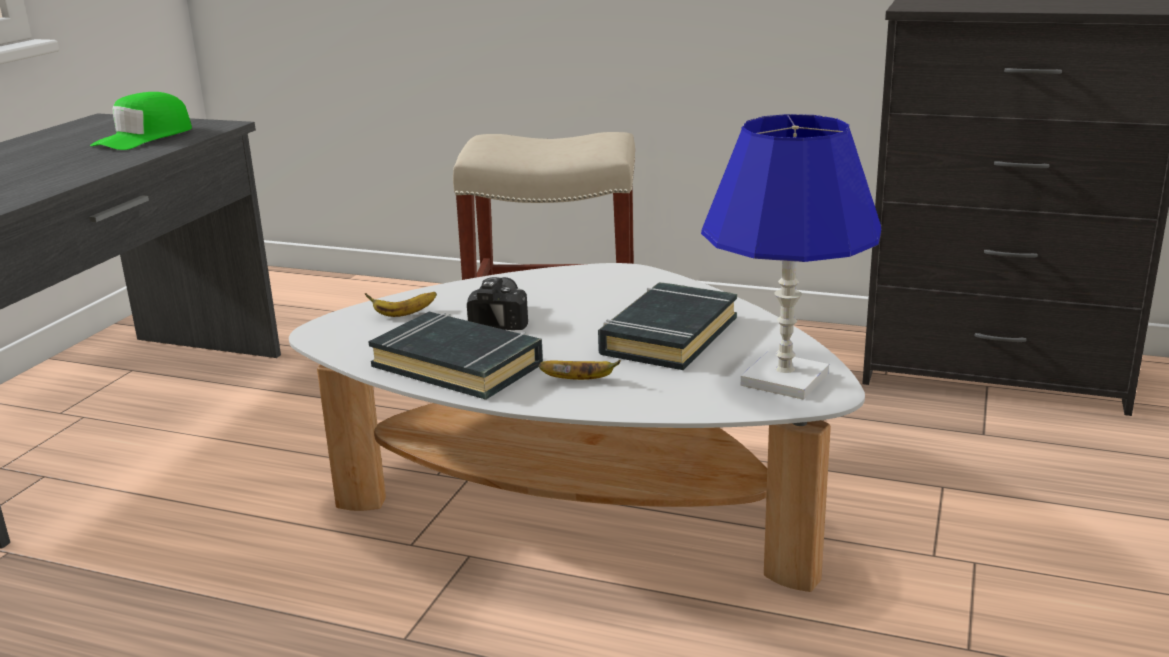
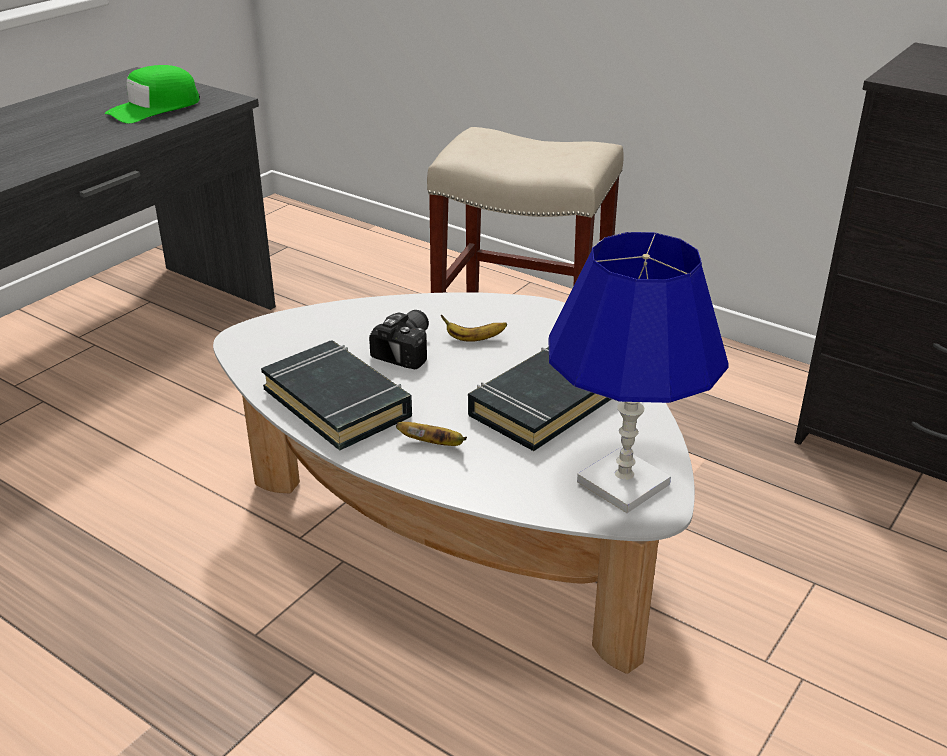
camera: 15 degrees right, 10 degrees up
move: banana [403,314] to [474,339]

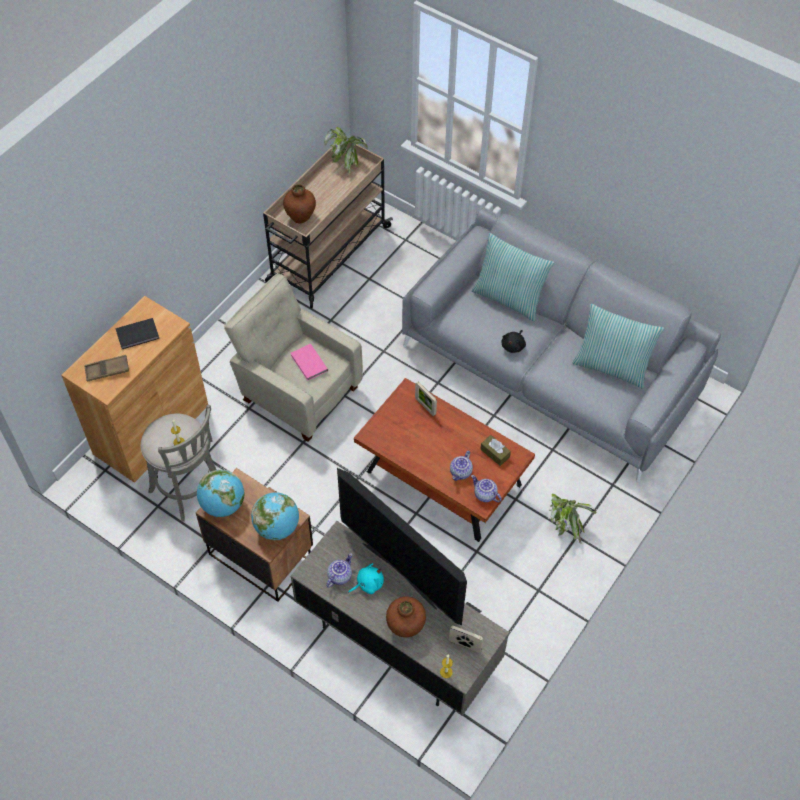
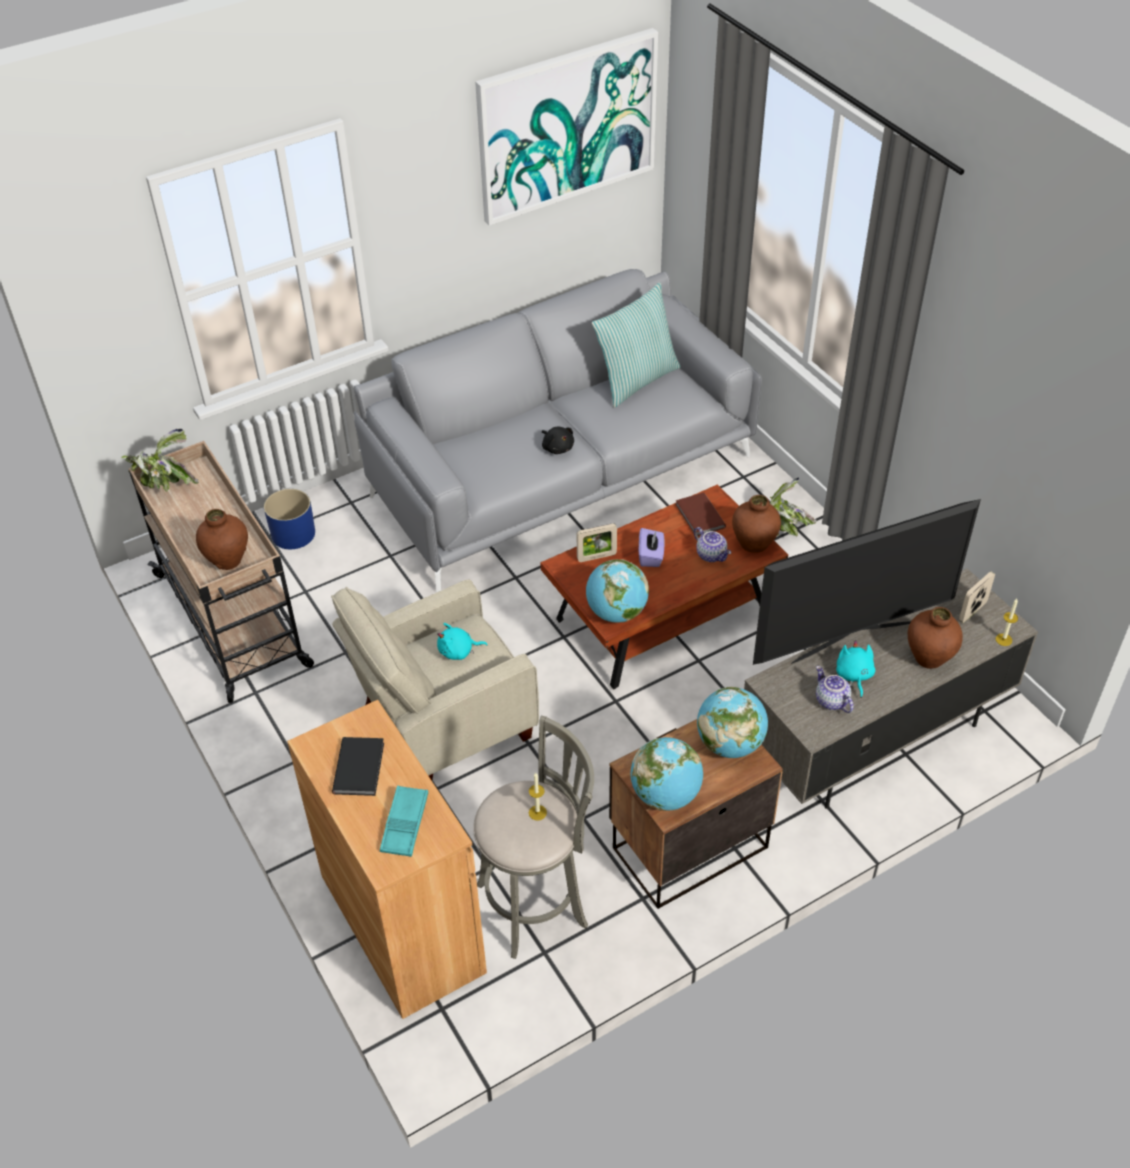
camera: 65 degrees left, 10 degrees down
delete: pillow [509,298]
insert: planter in blue [293,534]; picture [567,125]; globe [616,613]; tissue box in purple [651,556]
replace: book in pink [308,363] to plush toy in turquoise [458,651]; tissue box in brown [495,453] to book in brown [699,517]; teapot [484,495] to vase in brown [754,544]
recolor: tray in brown [107,370] to tray in turquoise [405,824]

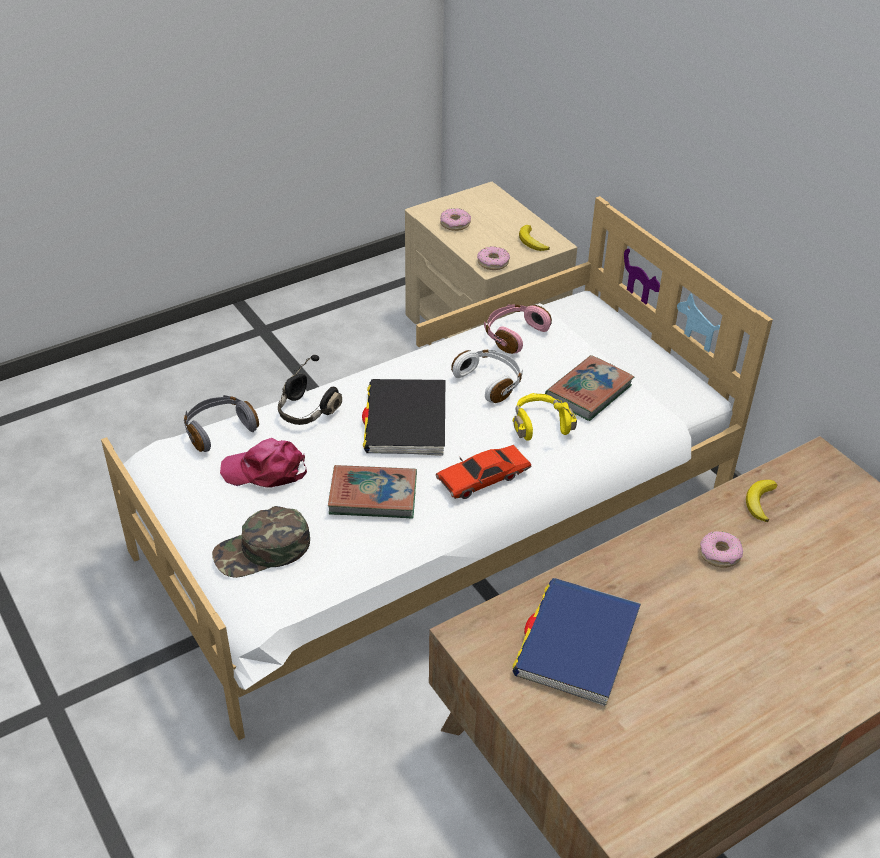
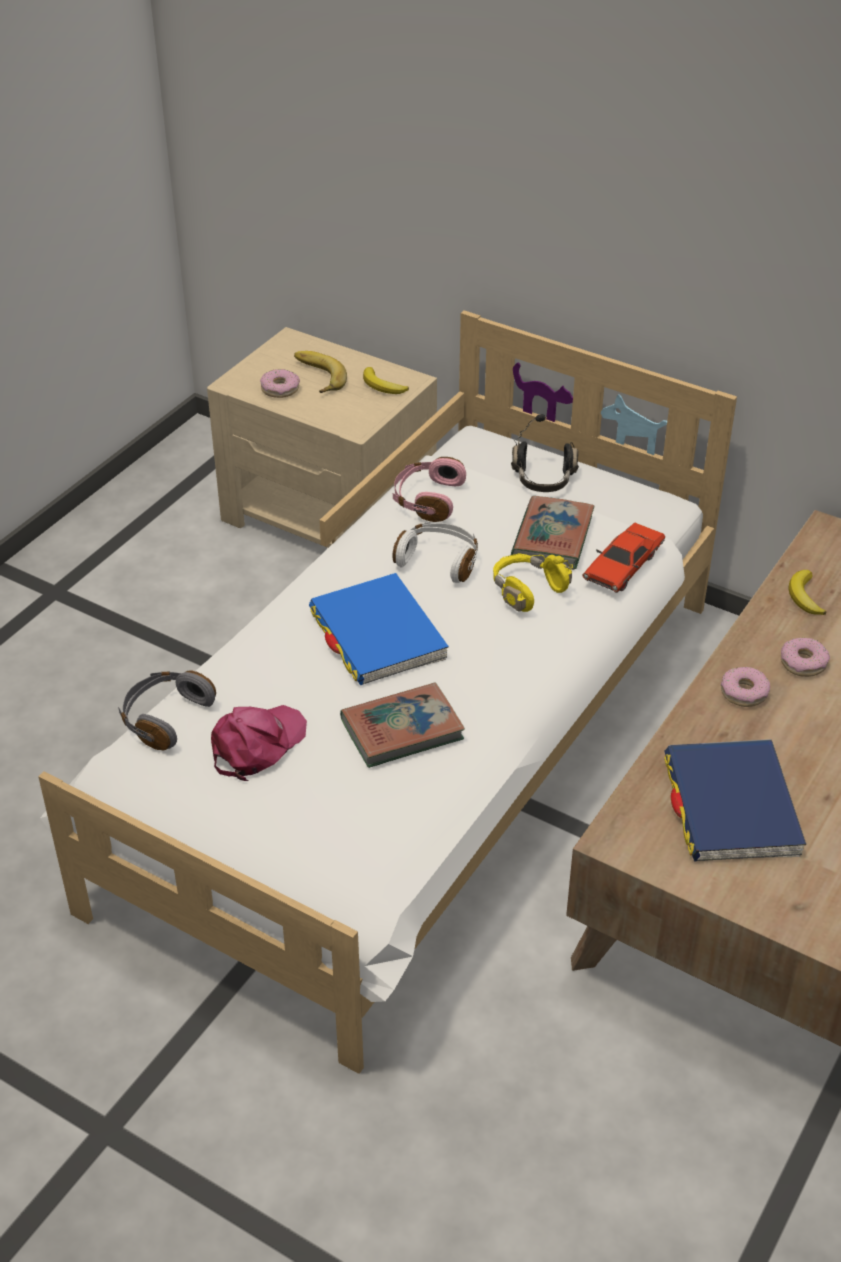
camera: 25 degrees left, 0 degrees up
delete: cap in green [262,551]
insert: banana [316,377]
move: headphones in black [306,411] to [543,479]; toy car in red [483,479] to [623,566]; donut [493,262] to [743,692]
recolor: book in black [406,421] to book in blue [377,635]
rotate: cap in pink [265,470] = [257,745] 150 degrees clockwise

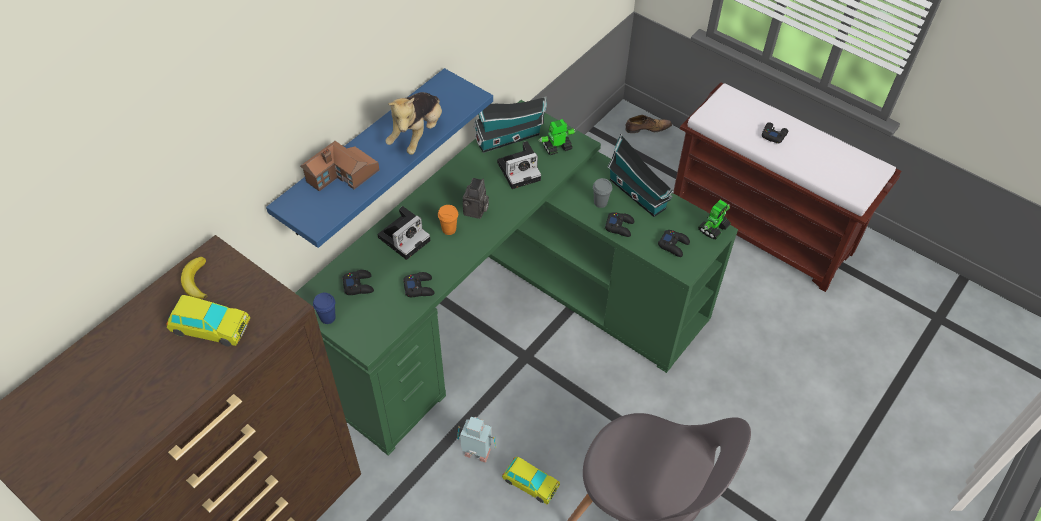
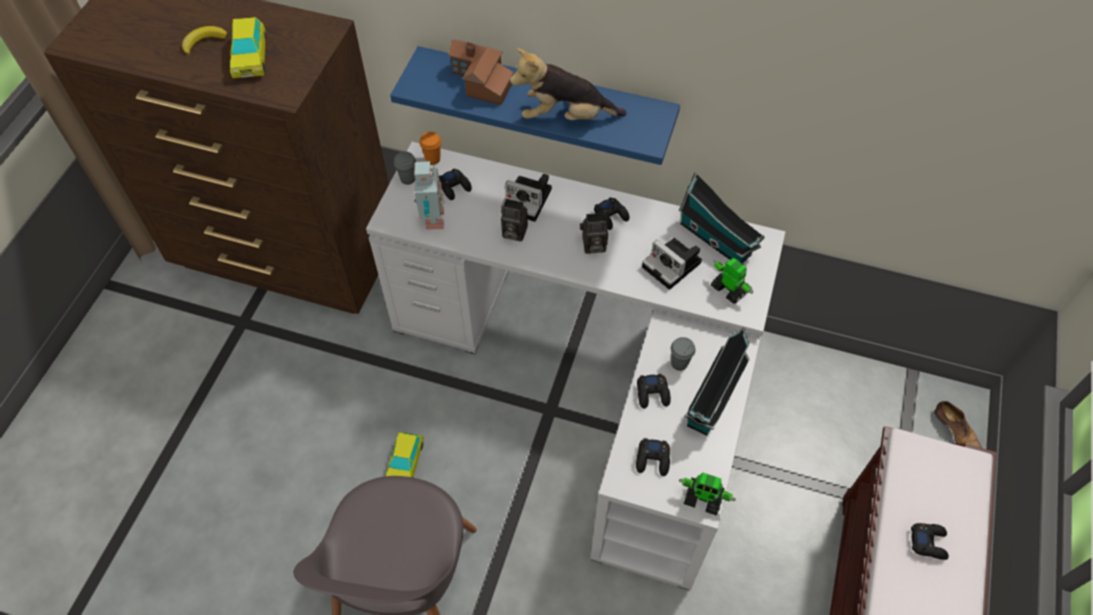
camera: 70 degrees right, 5 degrees up
insert: photo camera [513,232]
move: banana [195,281] to [204,41]; toy robot [477,455] to [432,220]; cup in orange [449,229] to [433,159]; game controller in black [419,287] to [611,216]
recolor: desk in green [510,314] to desk in white [596,376]; cup in blue [328,318] to cup in grey [408,179]

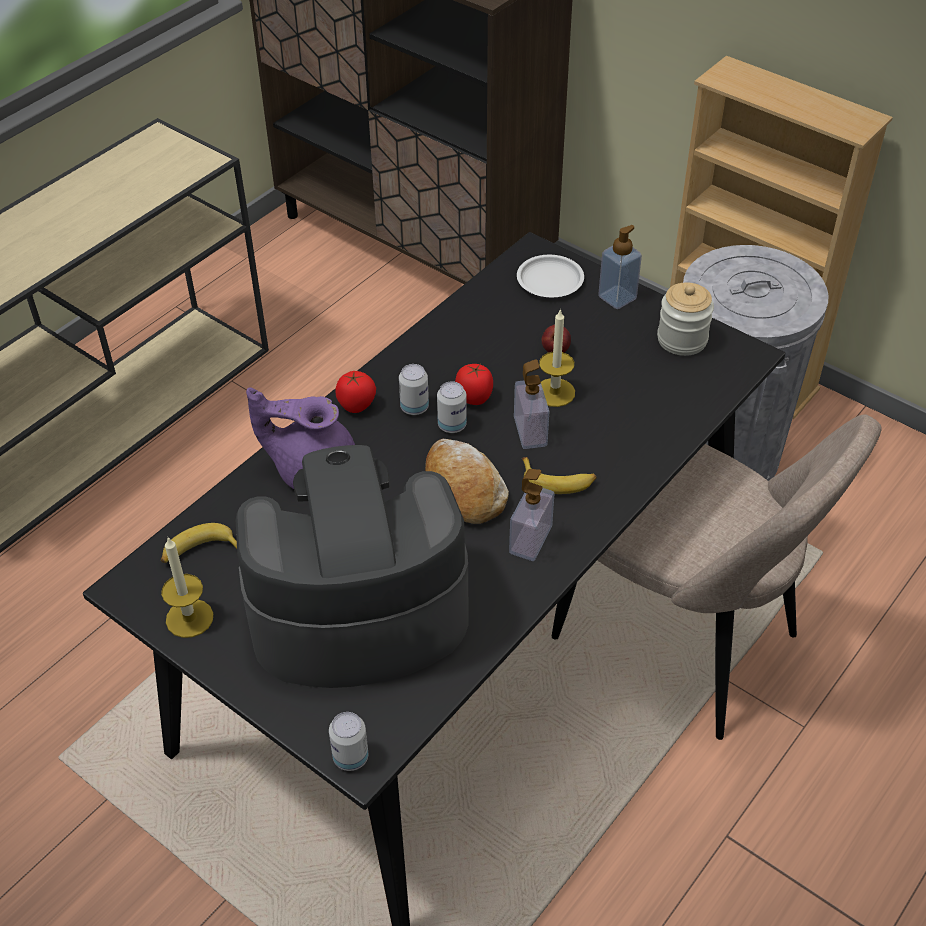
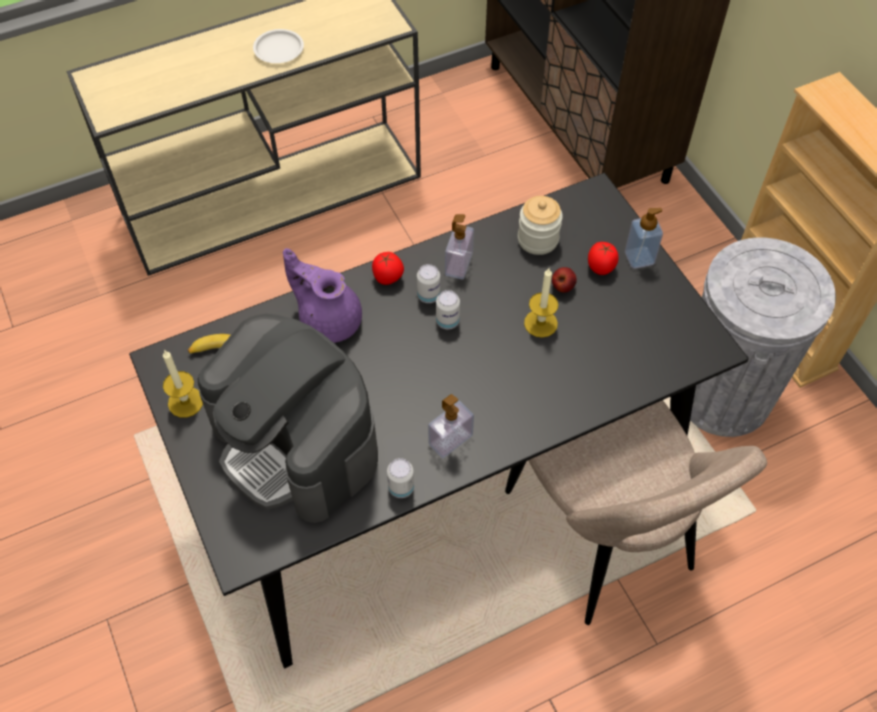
camera: 25 degrees right, 10 degrees up
delete: bread [463,490]; banana [558,481]
move: plate in white [550,281] to [279,50]; can [350,757] to [401,488]; soap dispenser [530,431] to [459,264]; jar [682,339] to [538,239]; tomato [474,398] to [600,267]
rotate: coffee machine [356,611] = [297,445] 150 degrees counterclockwise

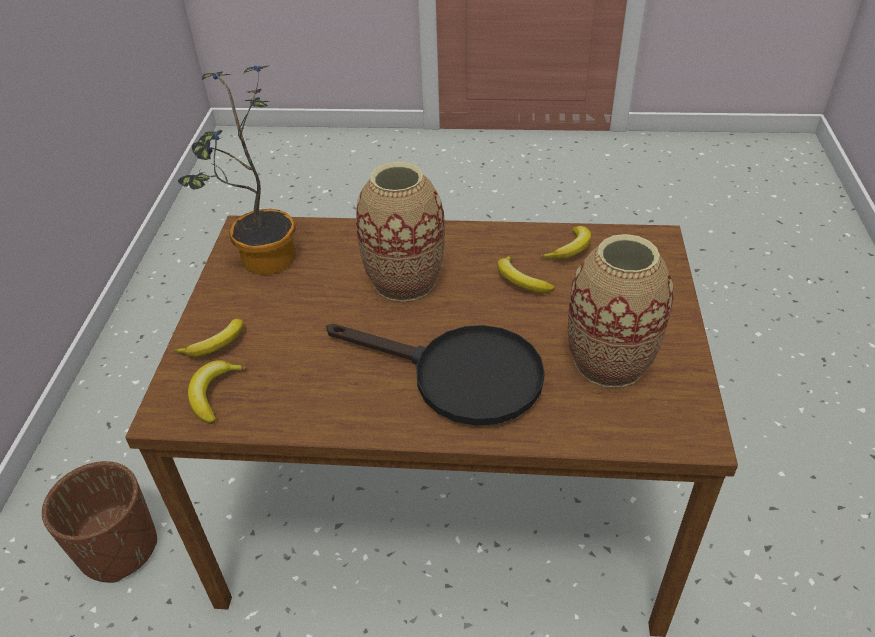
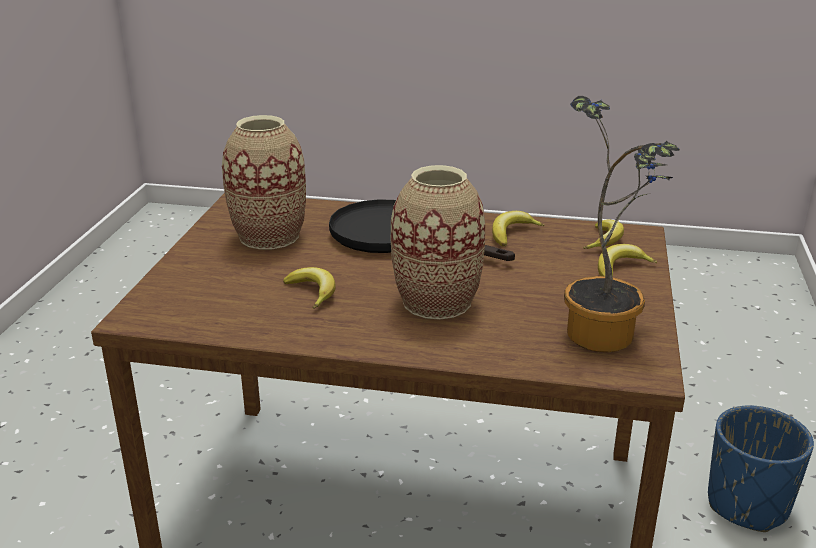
camera: 175 degrees left, 15 degrees down
move: banana [570,249] to [512,233]
recolor: planter in brown [119,548] to planter in blue [748,505]

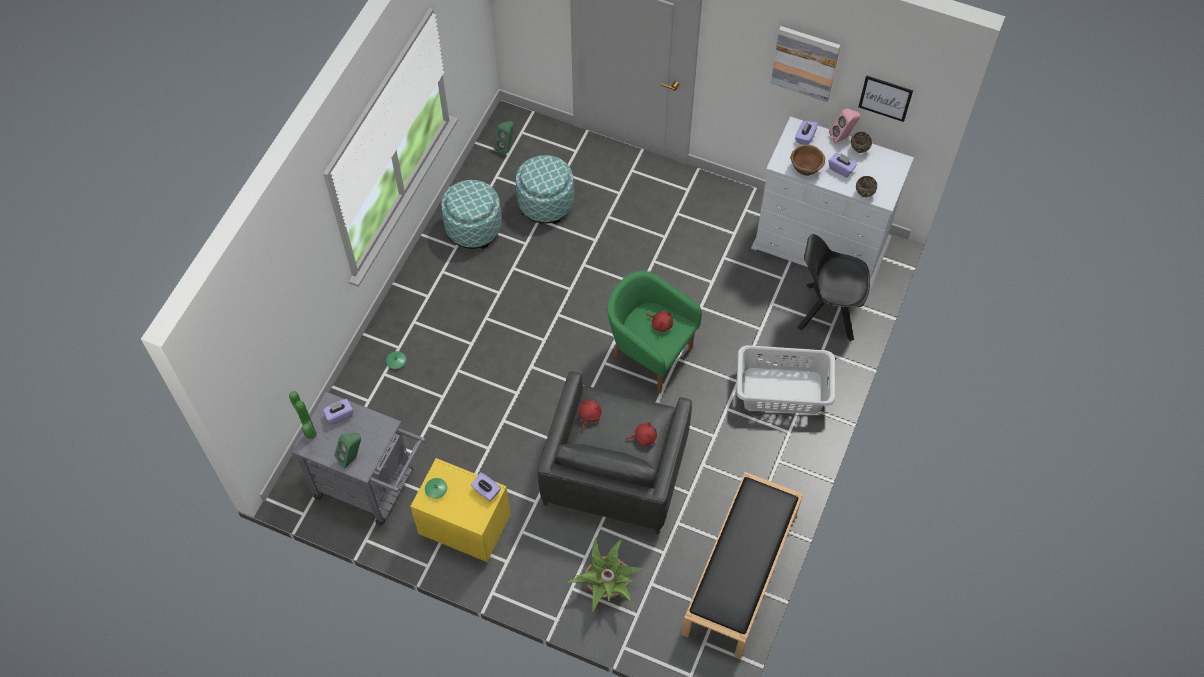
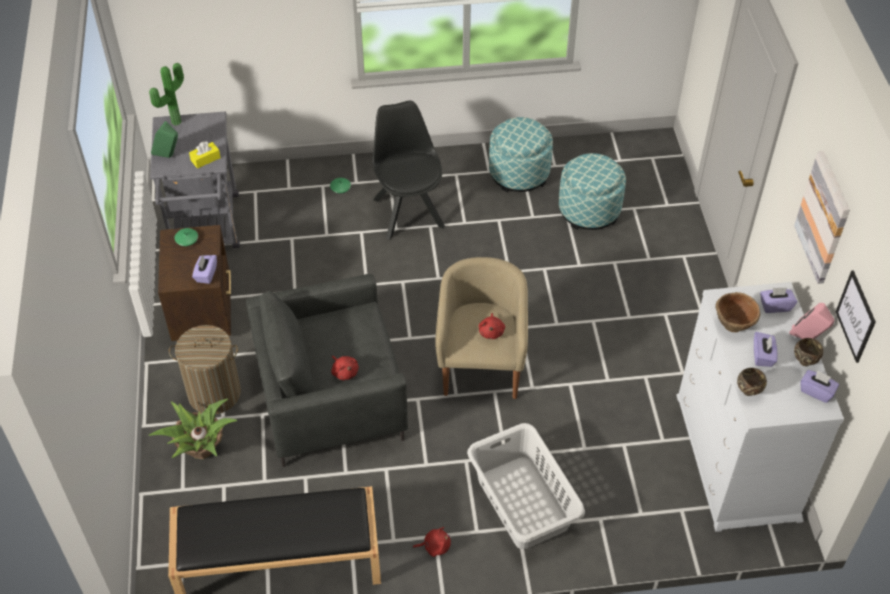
camera: 60 degrees right, 10 degrees down
delete: speaker in green [506,147]
insert: laundry basket [214,393]; tissue box in yellow [205,159]
move: chair in black [827,311] to [408,211]; plush toy in red [589,416] to [435,546]; tissue box in purple [339,415] to [816,391]
recolor: nightstand in yellow [464,525] to nightstand in brown [204,311]; armchair in green [649,355] to armchair in beige [481,366]

